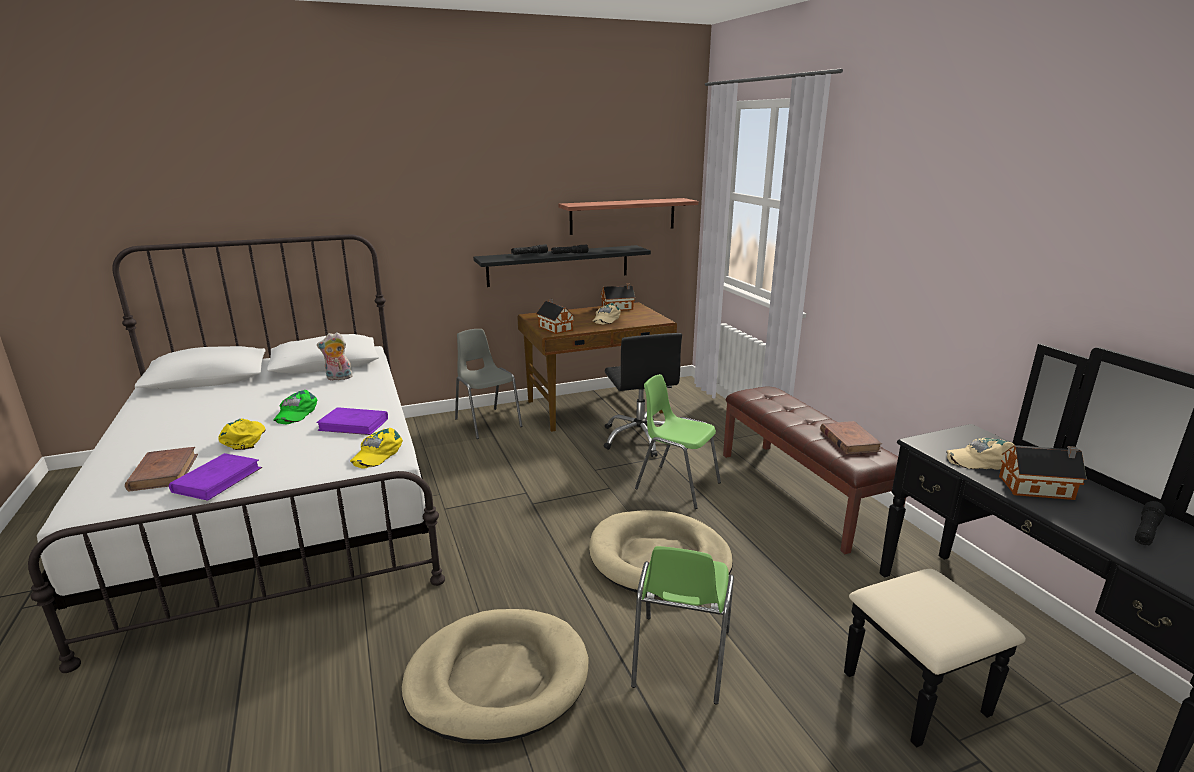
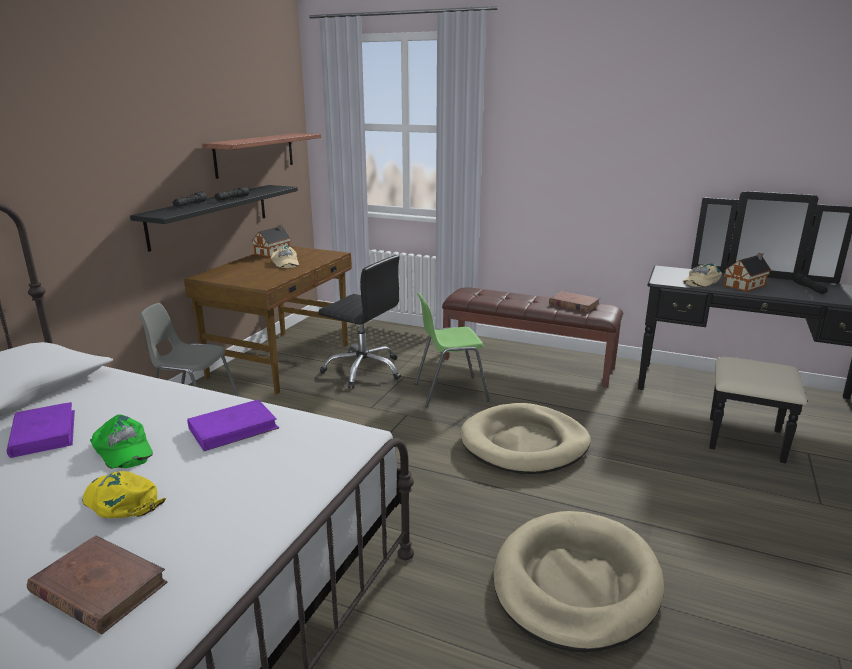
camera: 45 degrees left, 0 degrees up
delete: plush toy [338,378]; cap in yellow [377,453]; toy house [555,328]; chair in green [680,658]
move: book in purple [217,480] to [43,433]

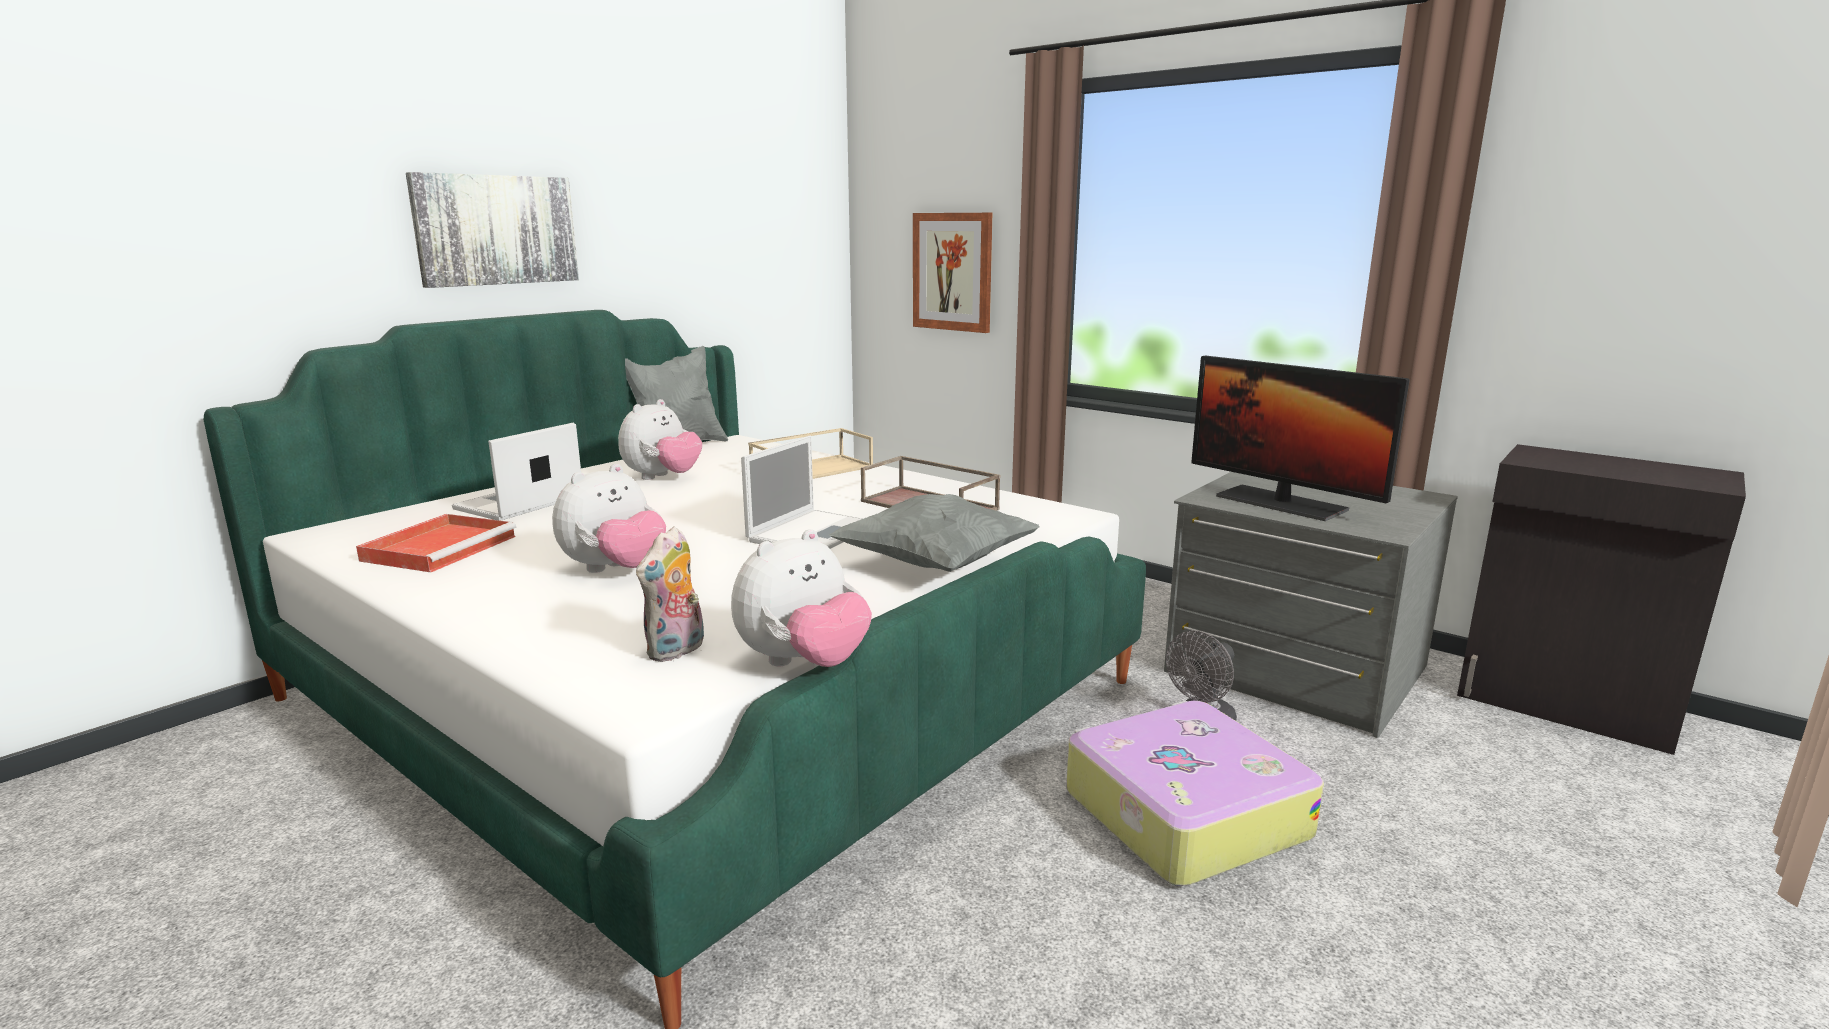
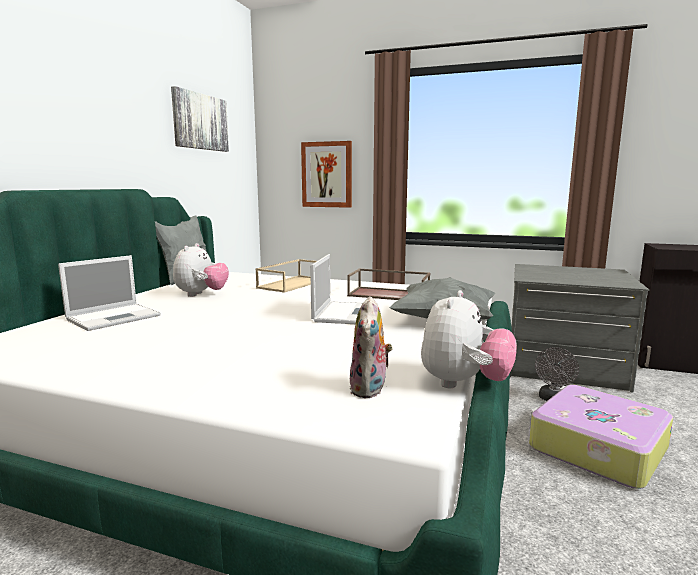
camera: 20 degrees left, 5 degrees down
delete: tray in red [441,547]; plush toy [615,570]; monitor [1280,503]
move: picture [496,230] to [200,122]
rotate: laptop [518,504] = [115,317] 150 degrees counterclockwise

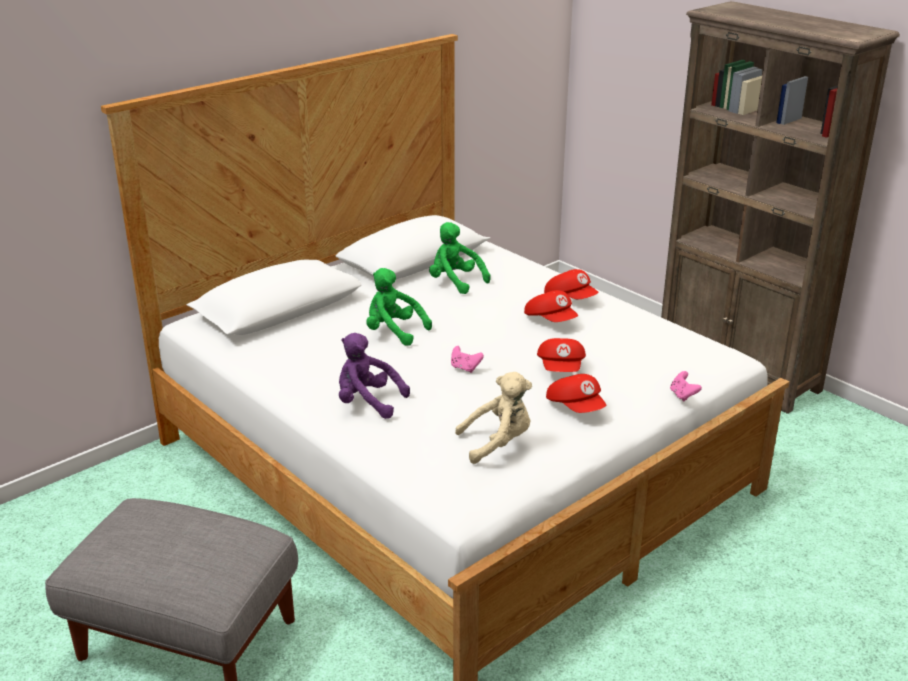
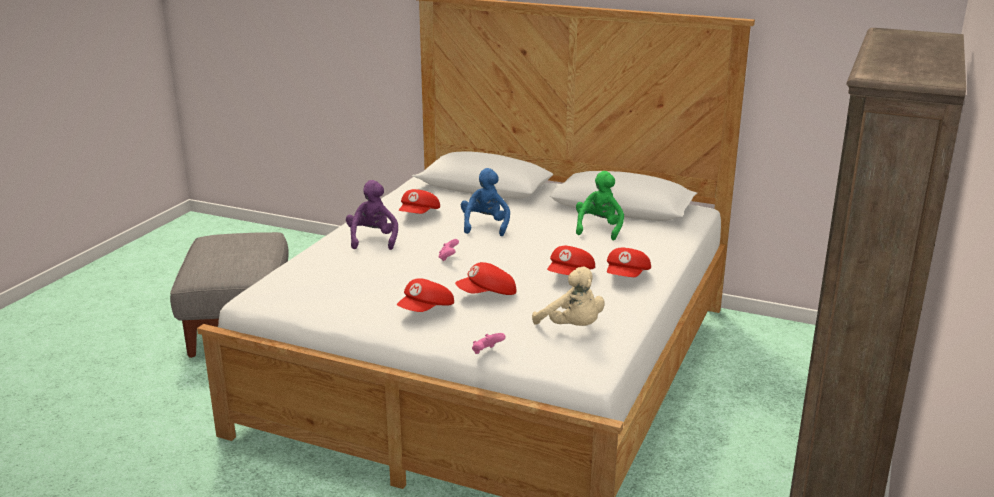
camera: 65 degrees right, 5 degrees down
insert: cap in red [419,215]
move: plush toy in beige [498,443] to [572,327]
recolor: plush toy in green [393,332] to plush toy in blue [485,226]

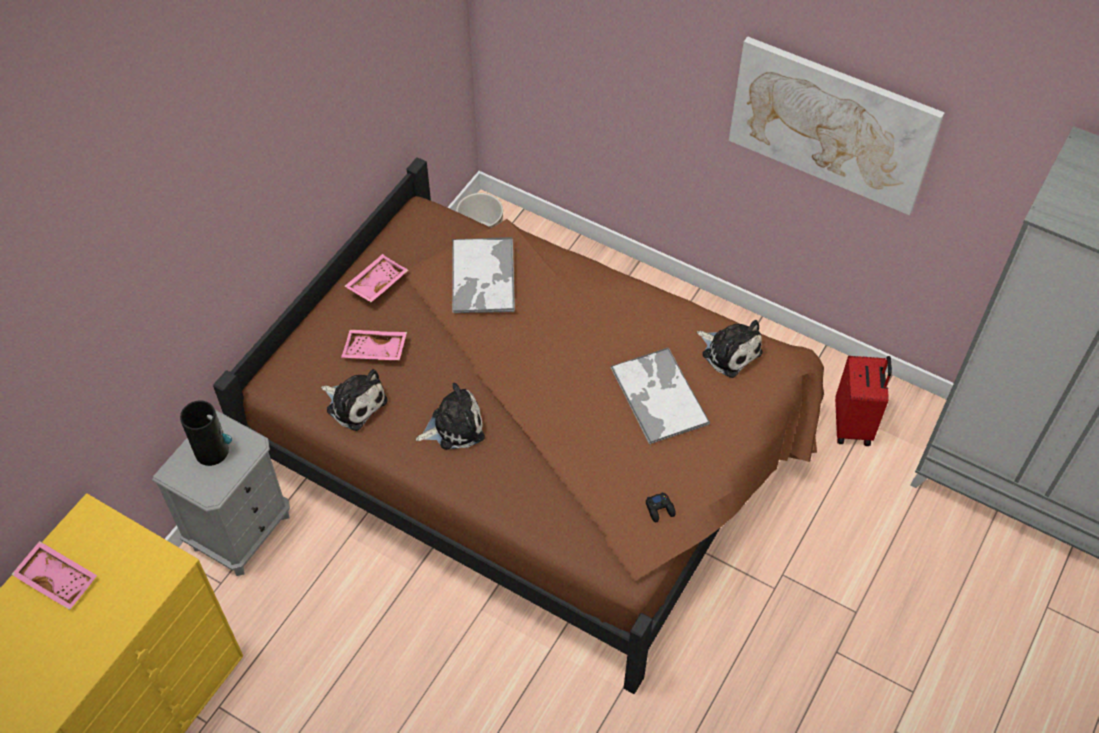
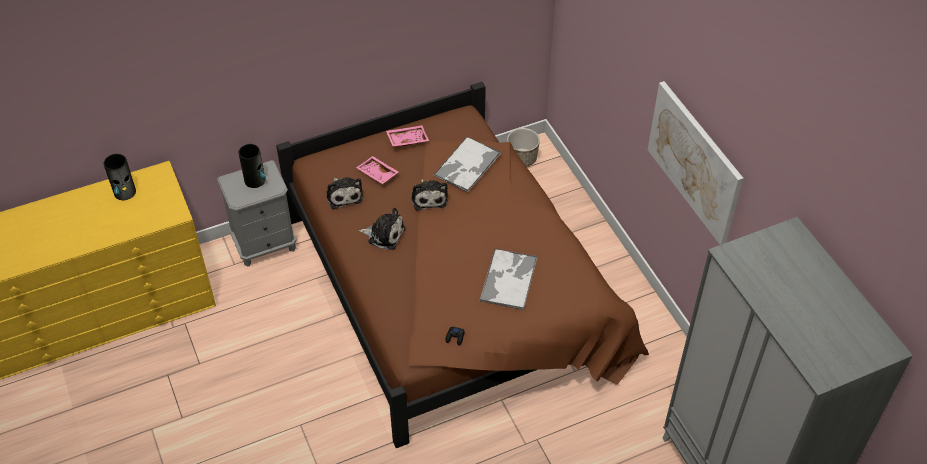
camera: 35 degrees right, 5 degrees down
delete: suitcase in red [854,425]
move: plush toy [729,351] to [429,197]
replace: tray in pink [58,578] to vase [125,192]

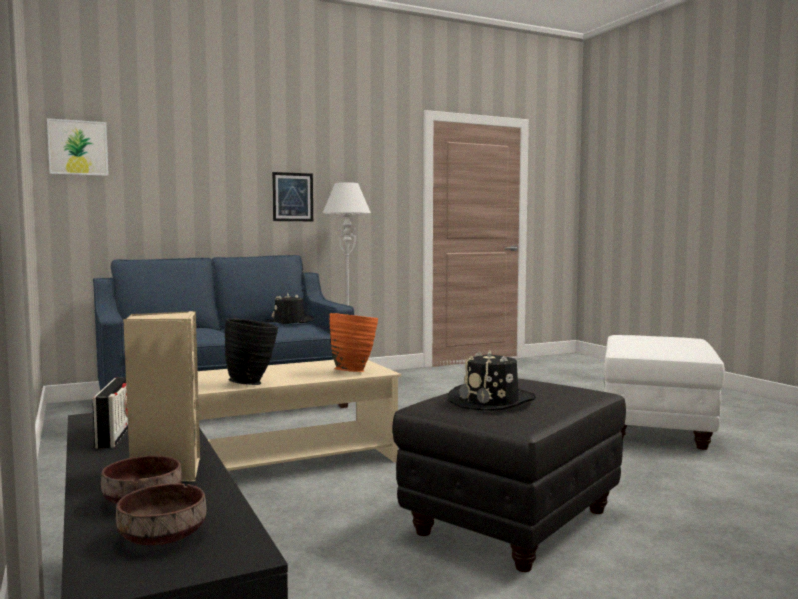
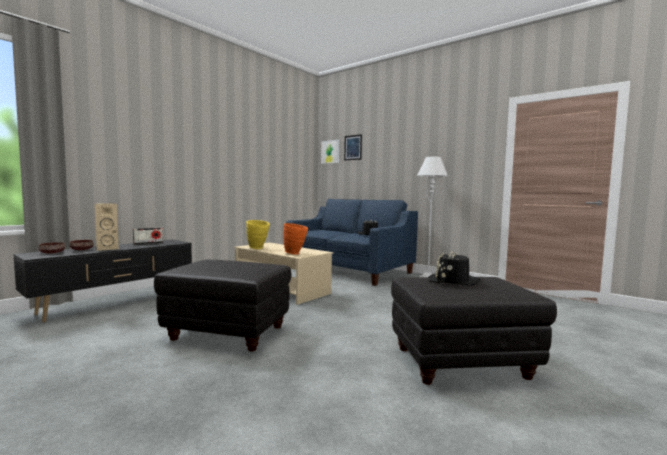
camera: 65 degrees right, 0 degrees up
move: picture [292,197] to [353,147]; hat in black [492,401] to [453,281]
recolor: vase in black [253,383] to vase in yellow [258,248]; ottoman in white [657,428] to ottoman in black [461,363]

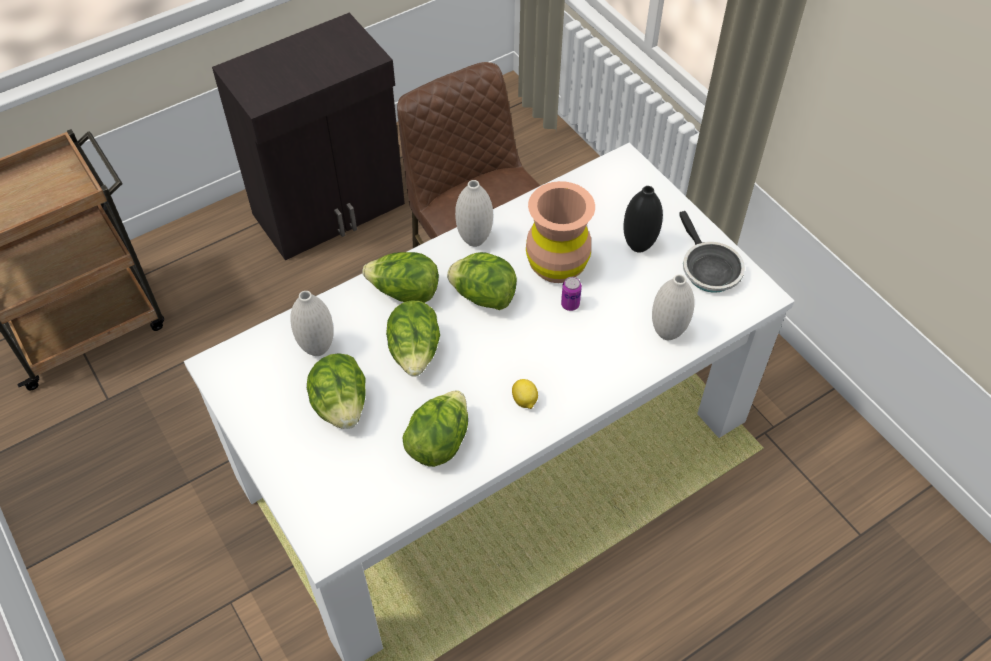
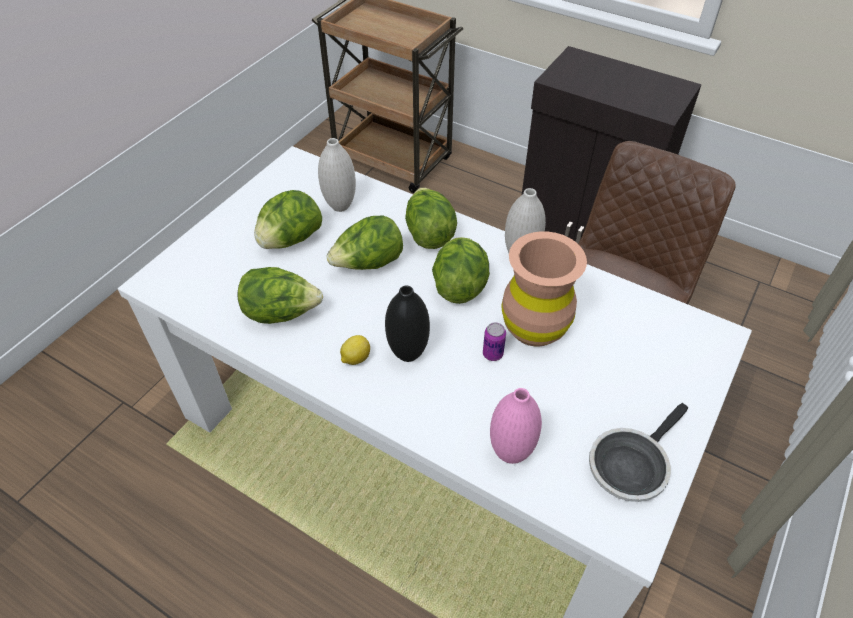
camera: 65 degrees right, 5 degrees down
move: vase in black [638,246] to [408,353]
recolor: vase in white [667,333] to vase in pink [510,453]

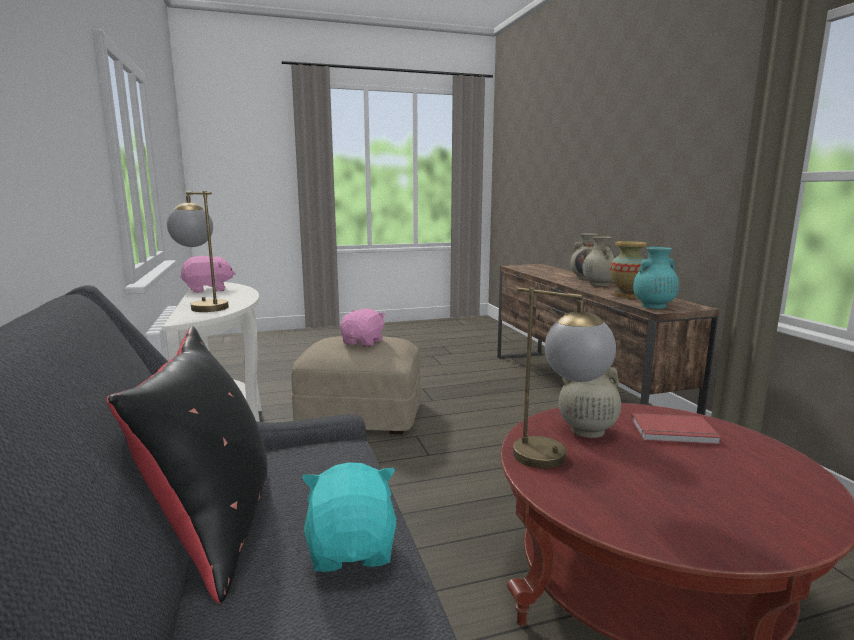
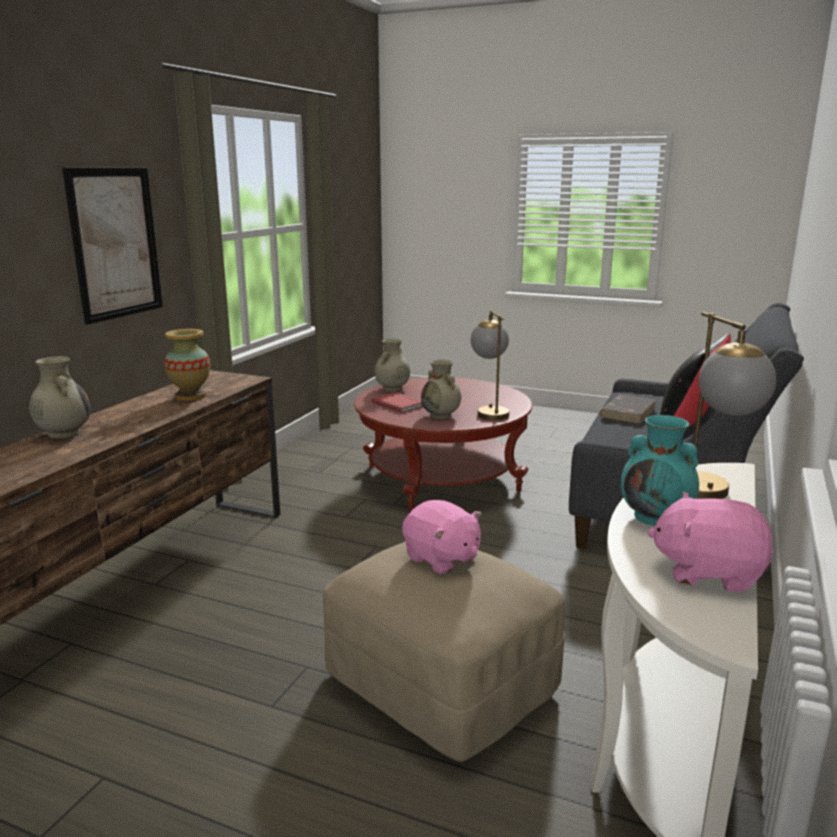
camera: 140 degrees left, 5 degrees up
insert: picture [115,243]
move: vase in beige [598,284] to [392,389]; vase in turquoise [653,306] to [656,517]
replace: plush toy in turquoise [353,549] to book in brown [628,412]
rotate: plush toy in pink [363,342] = [441,558] 105 degrees counterclockwise

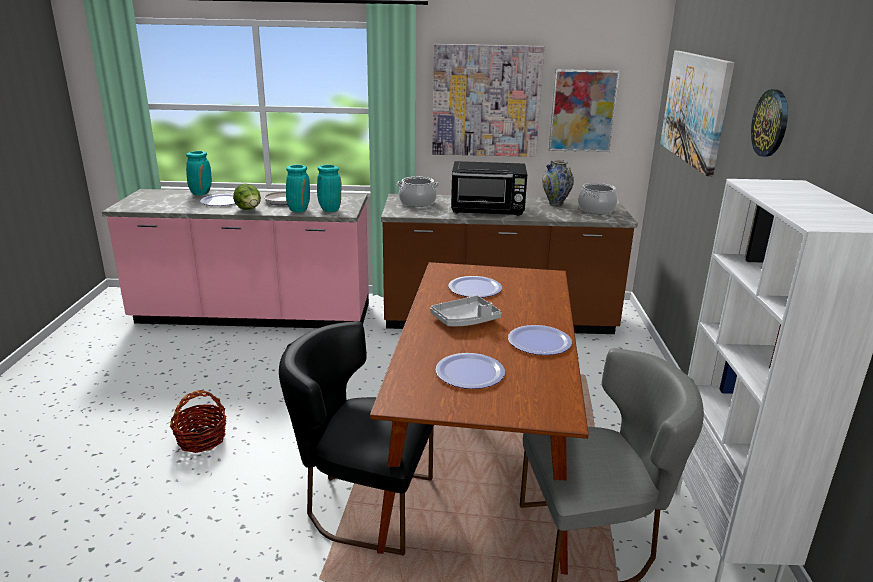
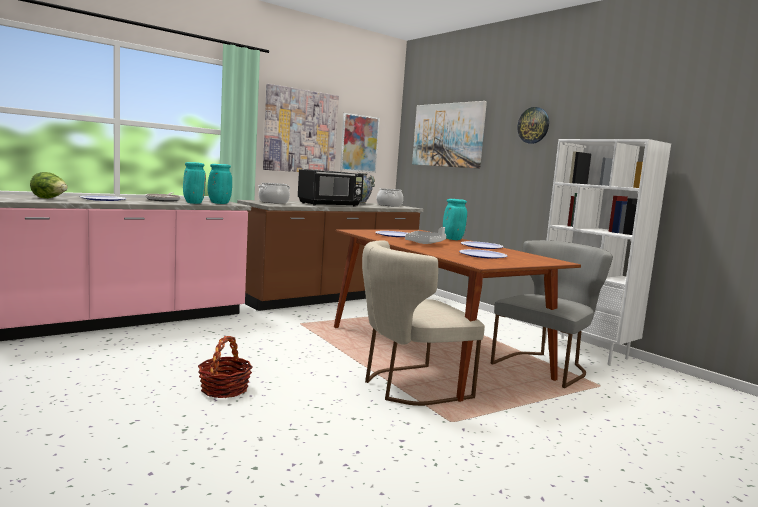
camera: 40 degrees left, 15 degrees down
move: lettuce [249,210] to [49,199]; vase in turquoise [201,193] to [452,239]
recolor: chair in black [362,504] to chair in beige [409,386]

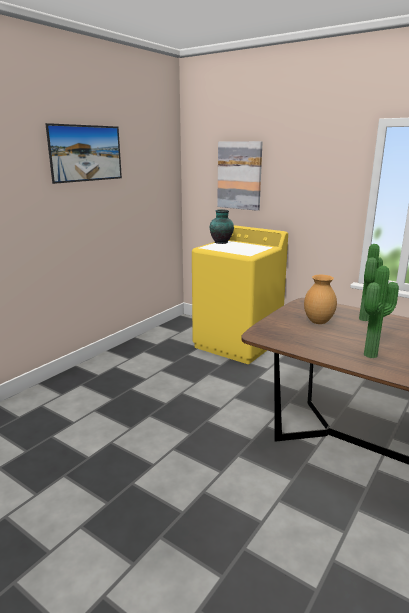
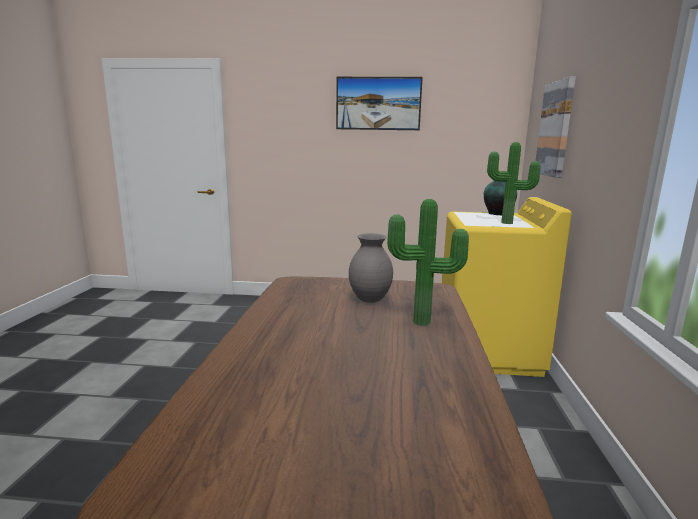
camera: 60 degrees right, 5 degrees down
move: potted plant [373,356] to [507,223]
recolor: vase in brown [318,322] to vase in grey [370,300]

